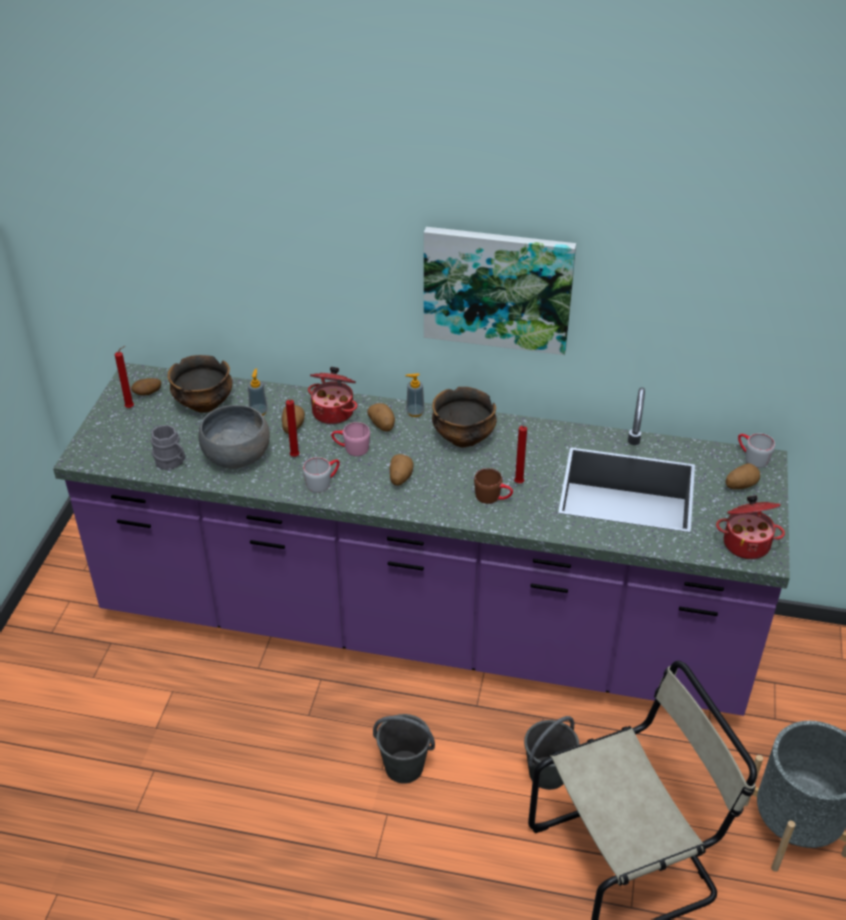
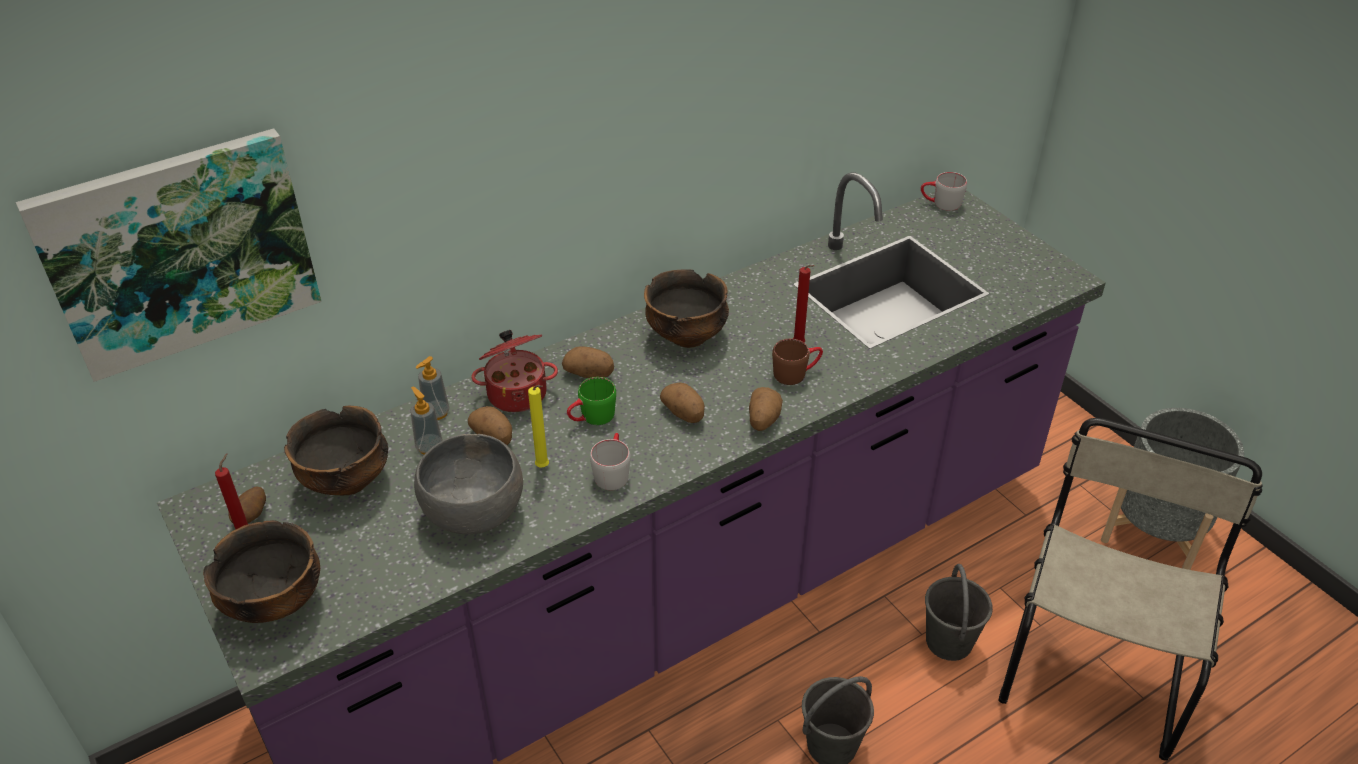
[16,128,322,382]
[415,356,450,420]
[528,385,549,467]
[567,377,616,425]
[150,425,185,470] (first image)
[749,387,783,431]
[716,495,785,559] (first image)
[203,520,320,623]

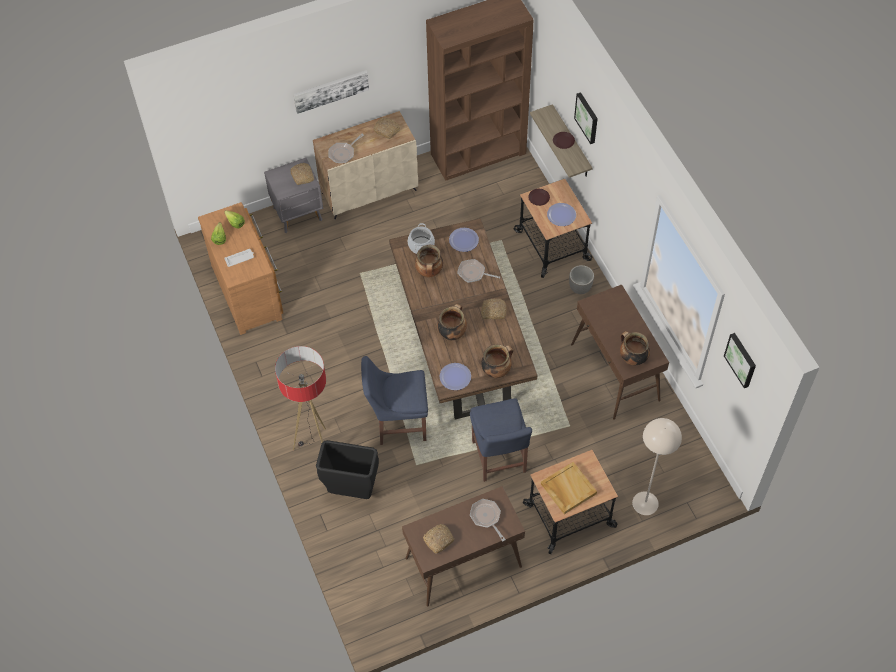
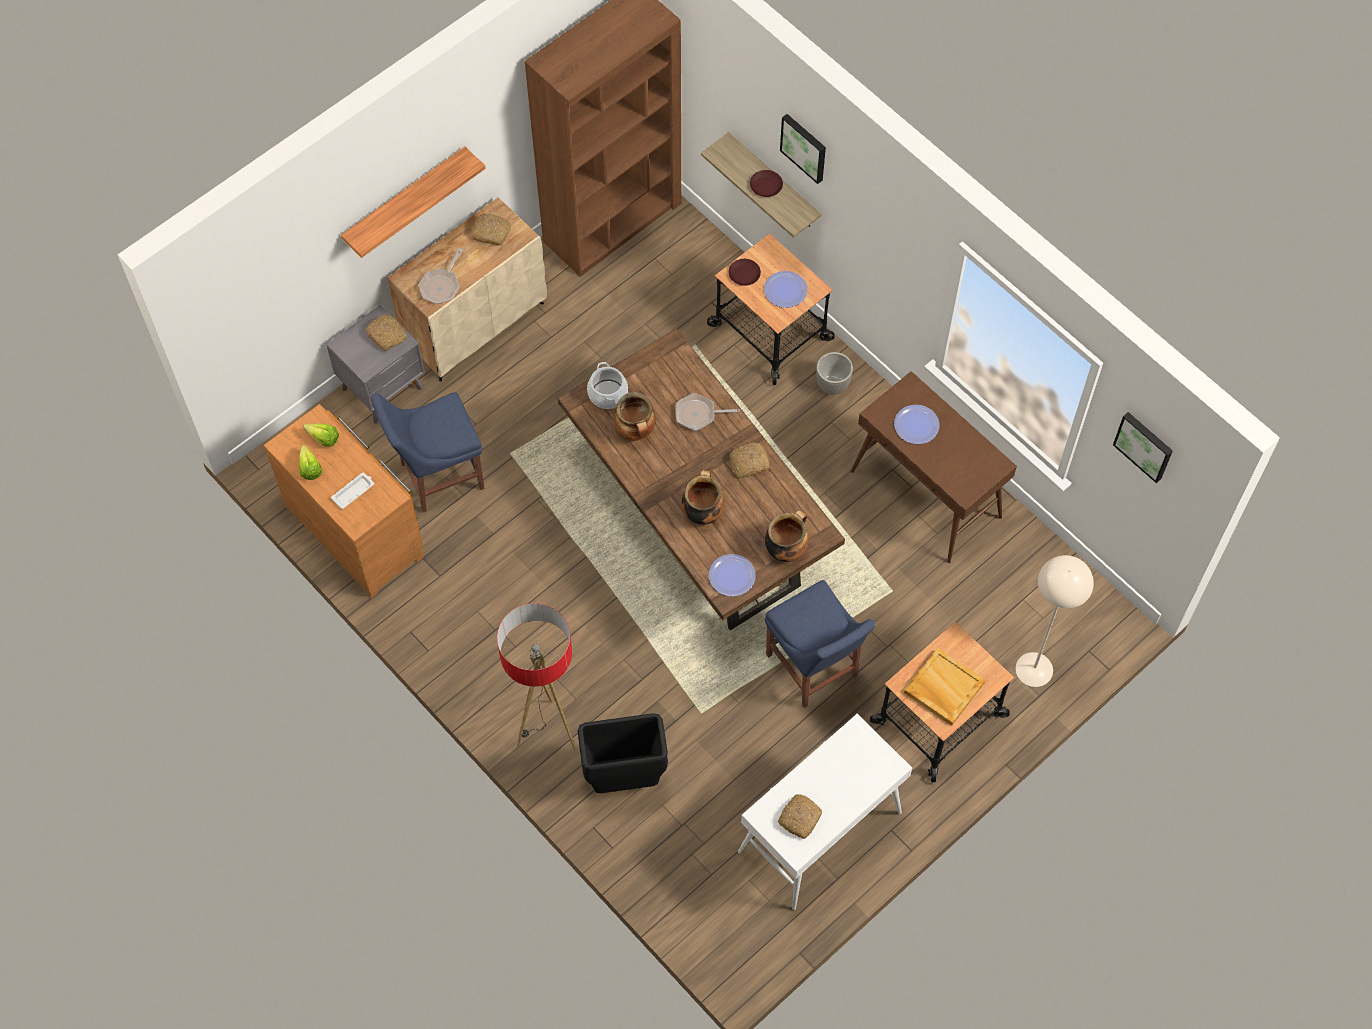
[341,147,486,258]
[894,405,940,444]
[620,331,650,366] (first image)
[371,392,484,513]
[738,714,912,910]
[470,499,506,542] (first image)

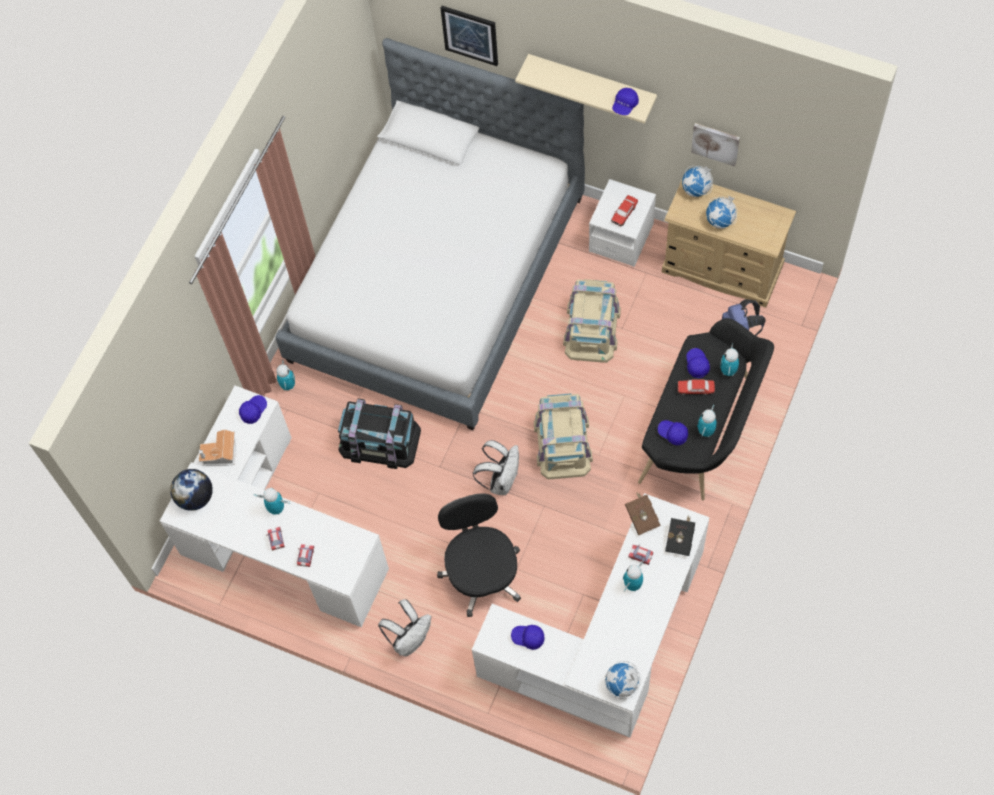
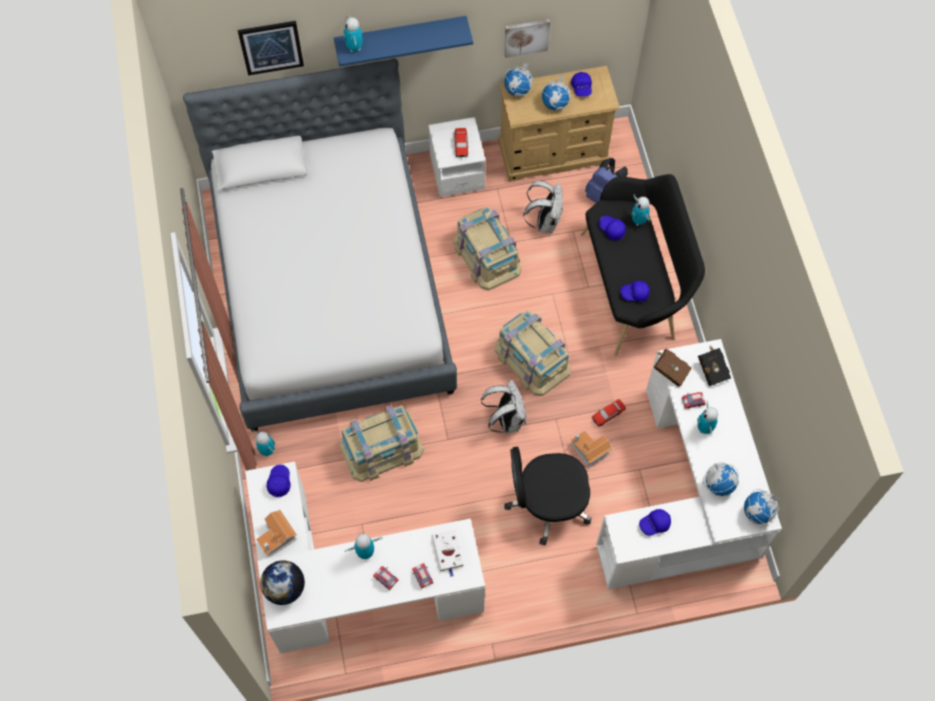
[334,16,473,67]
[571,72,592,97]
[592,399,626,427]
[340,405,424,482]
[344,16,363,52]
[504,447,591,545]
[523,181,563,233]
[570,430,613,467]
[703,463,739,496]
[432,530,464,577]

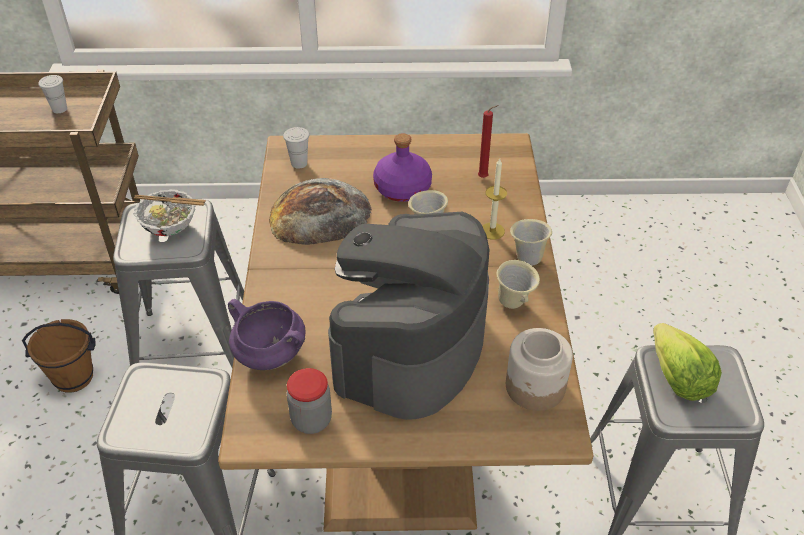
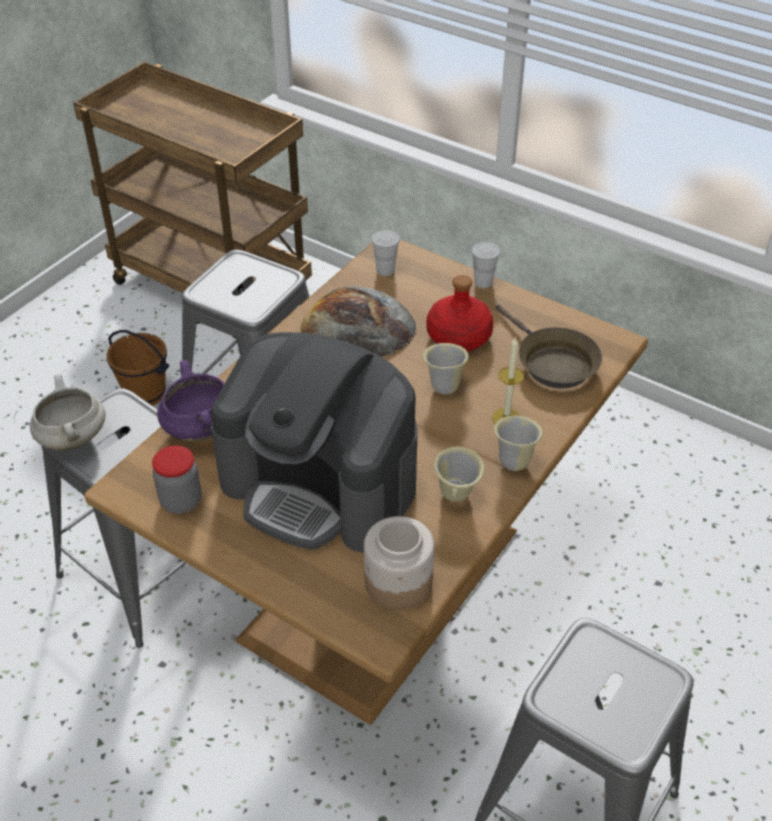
[471,242,500,288]
[495,305,602,389]
[426,275,494,352]
[133,189,206,236] (first image)
[211,332,418,553]
[653,323,722,401] (first image)
[30,374,106,450]

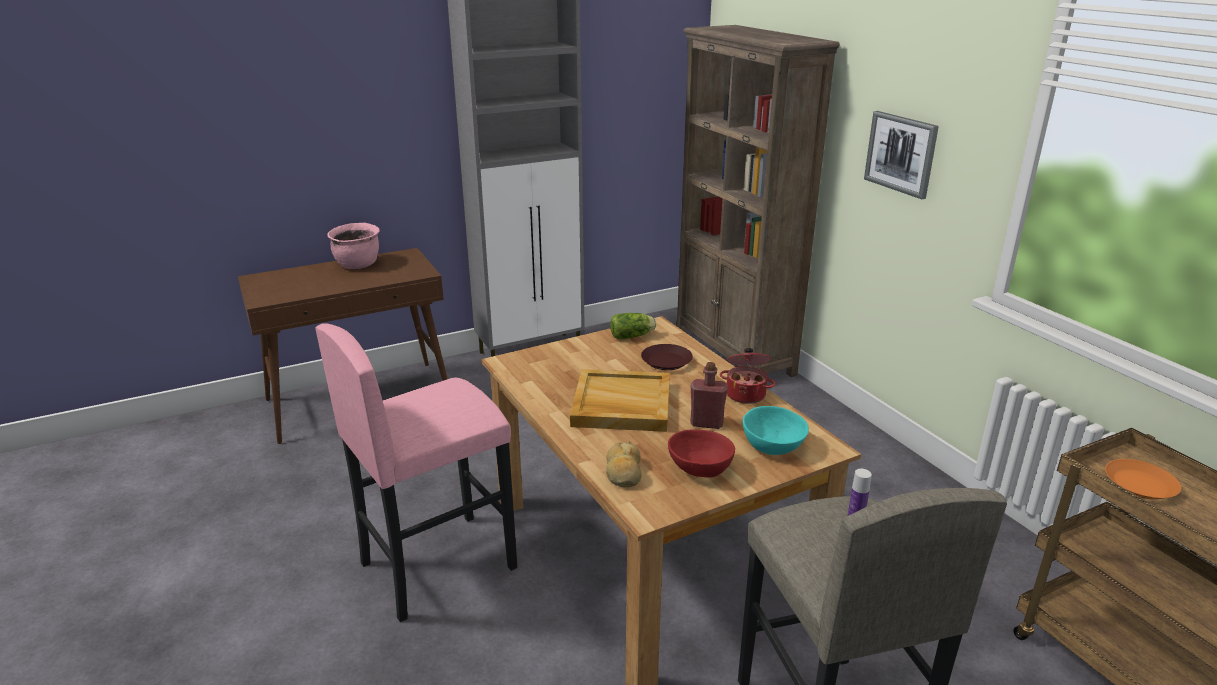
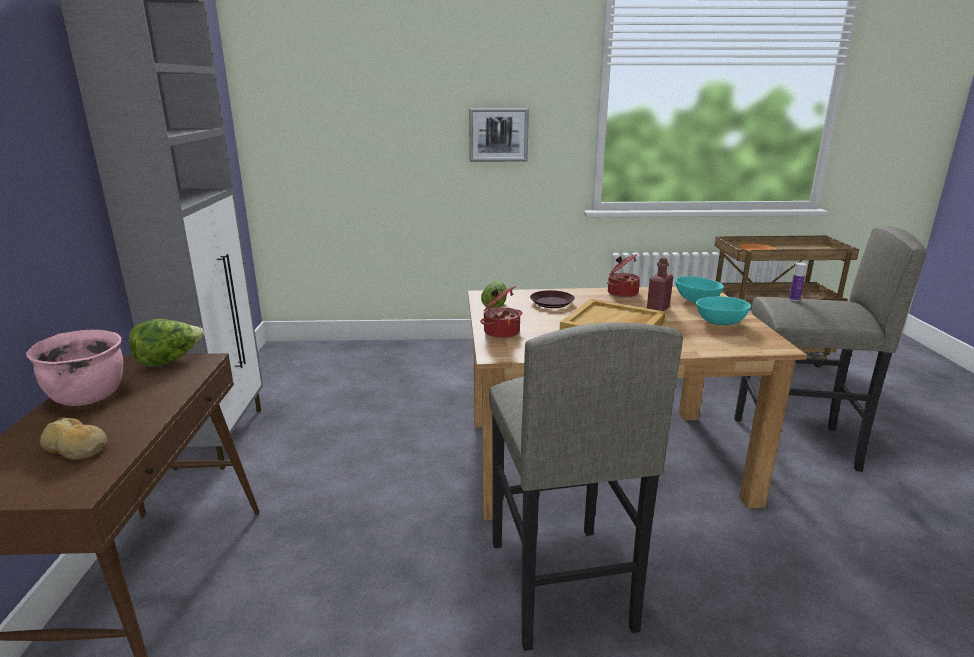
[676,25,840,377] (first image)
[489,322,683,651]
[696,296,751,325]
[40,417,107,460]
[480,286,523,338]
[129,319,204,366]

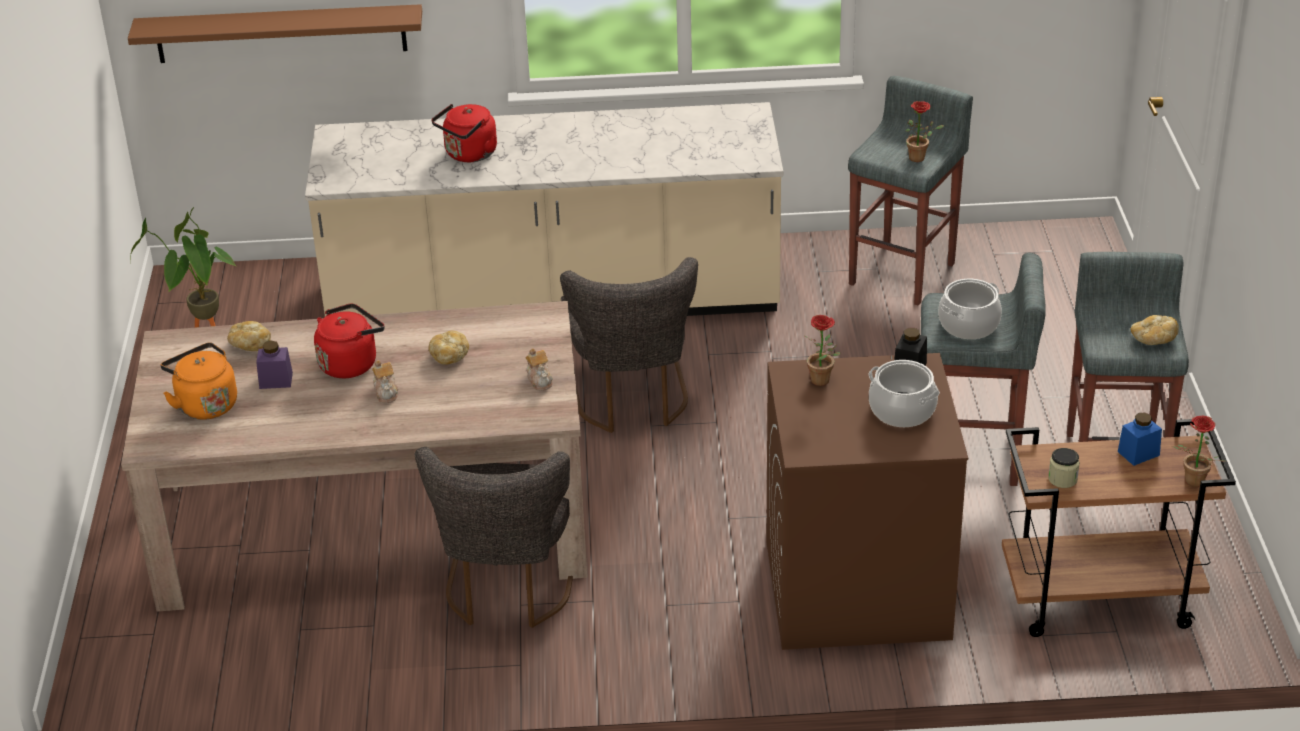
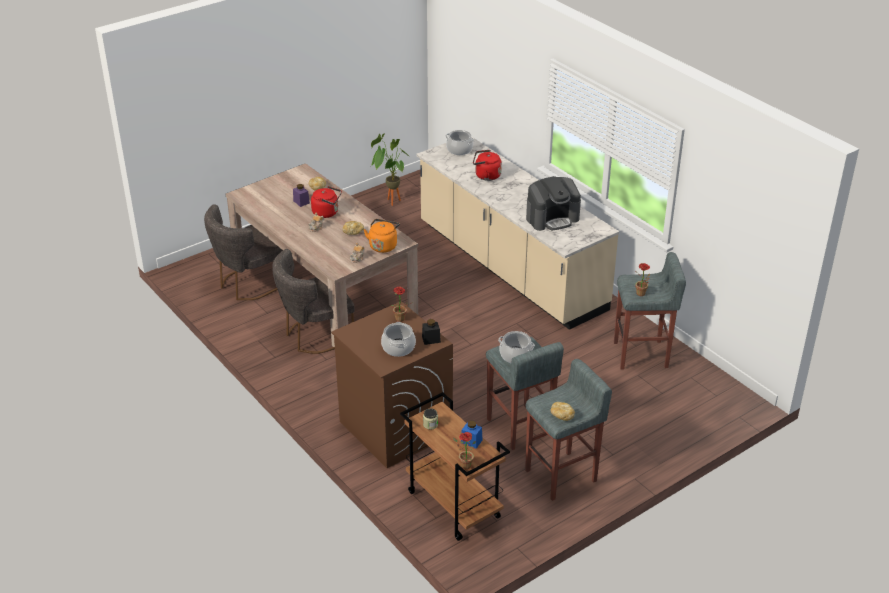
[128,4,422,63] (first image)
[204,205,283,300]
[364,219,400,253]
[445,130,474,155]
[526,176,581,231]

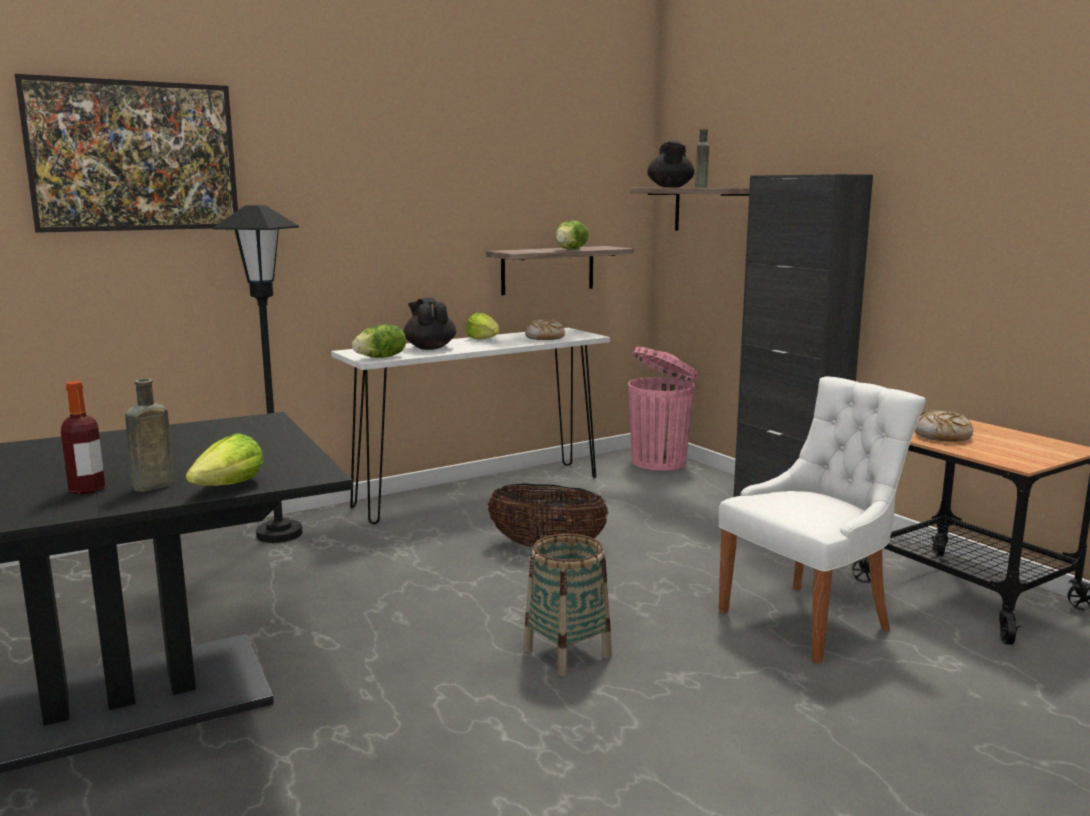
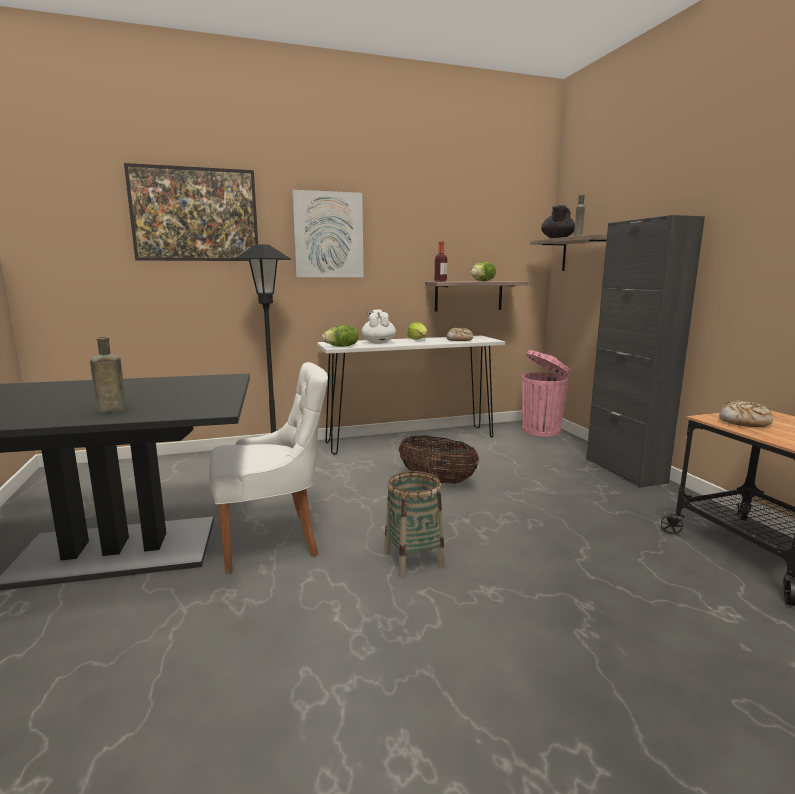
[362,309,396,344]
[209,362,328,574]
[435,242,447,282]
[186,433,264,486] (first image)
[292,190,364,277]

